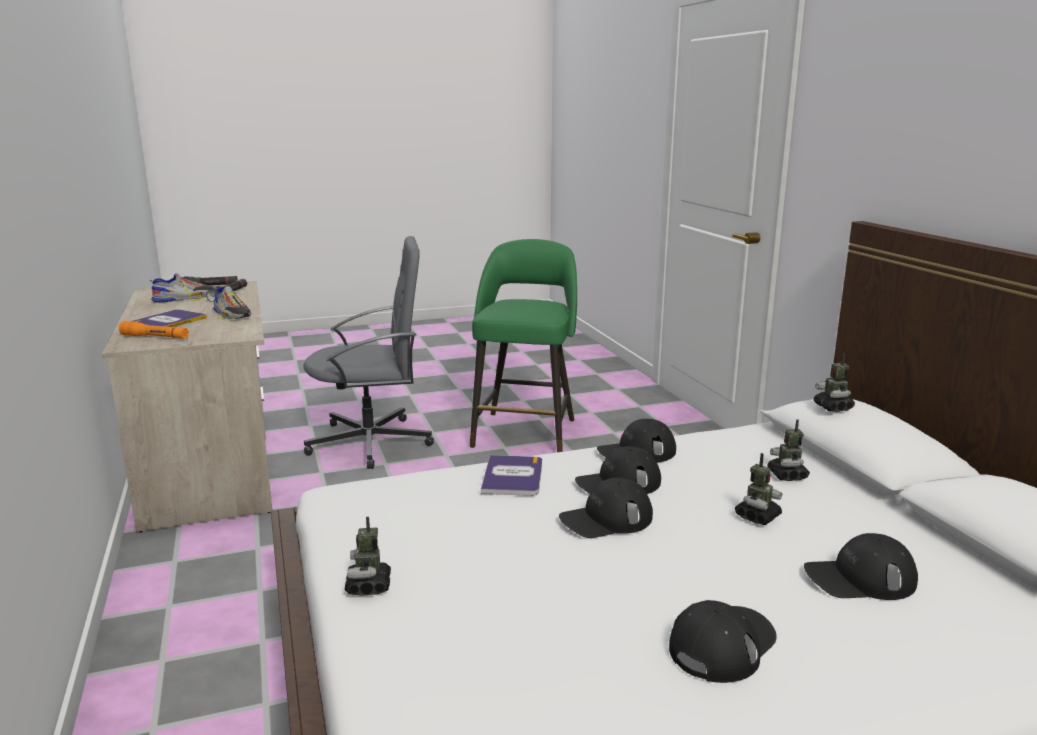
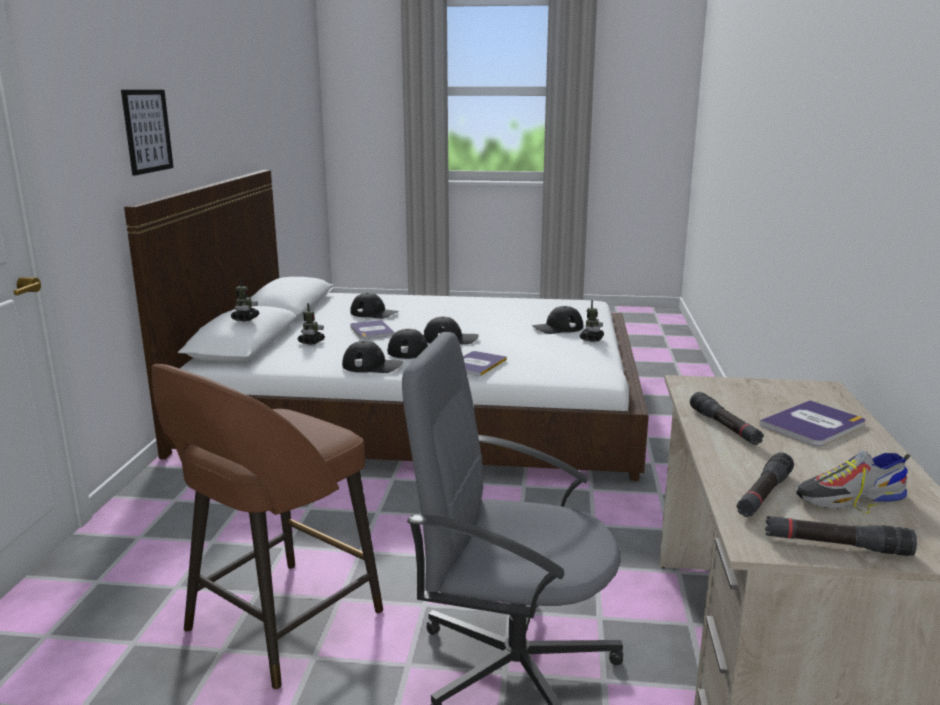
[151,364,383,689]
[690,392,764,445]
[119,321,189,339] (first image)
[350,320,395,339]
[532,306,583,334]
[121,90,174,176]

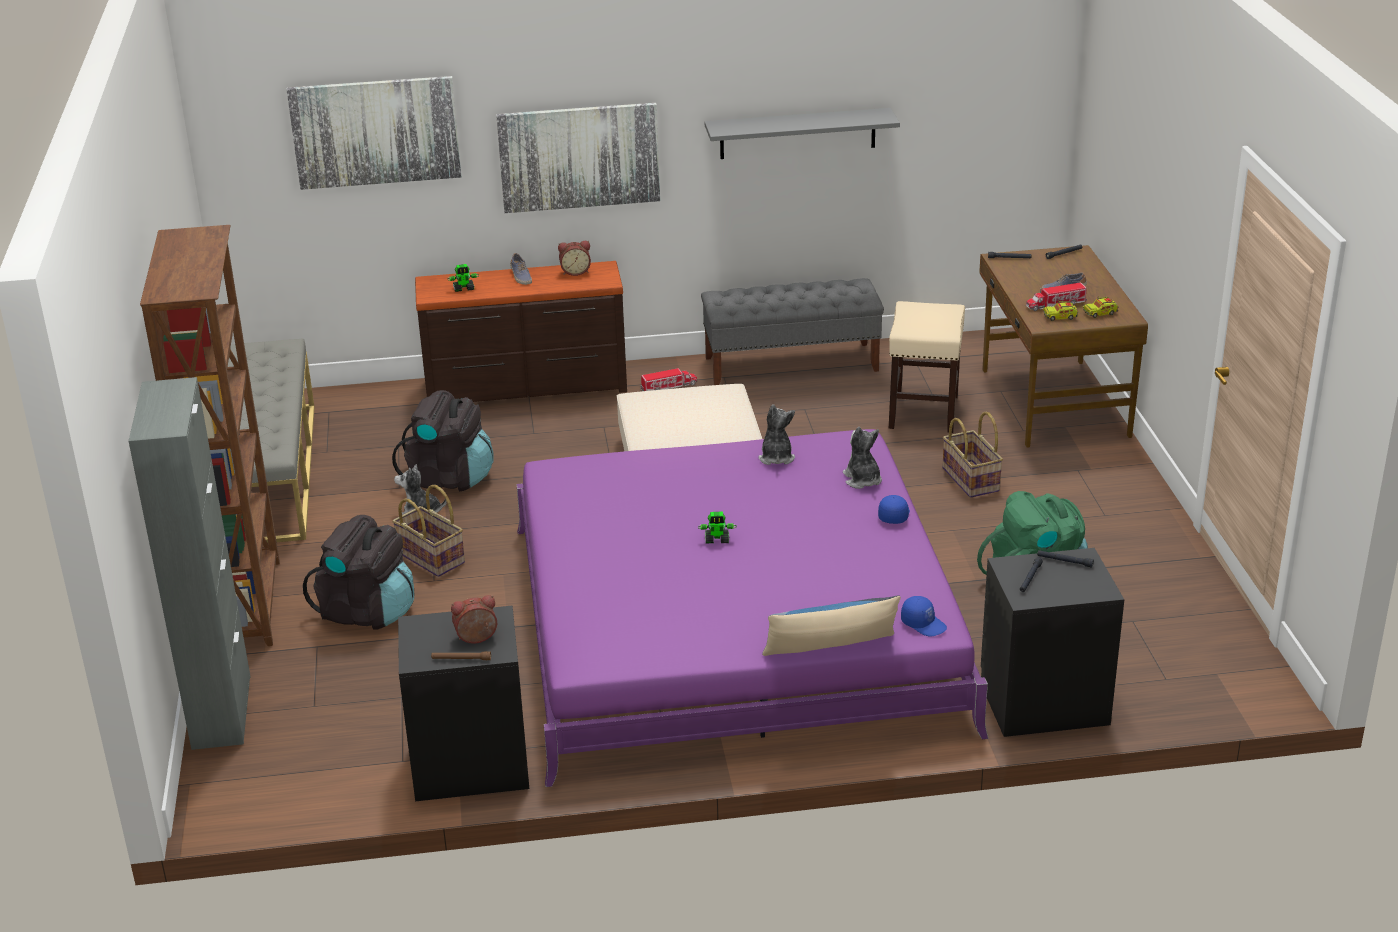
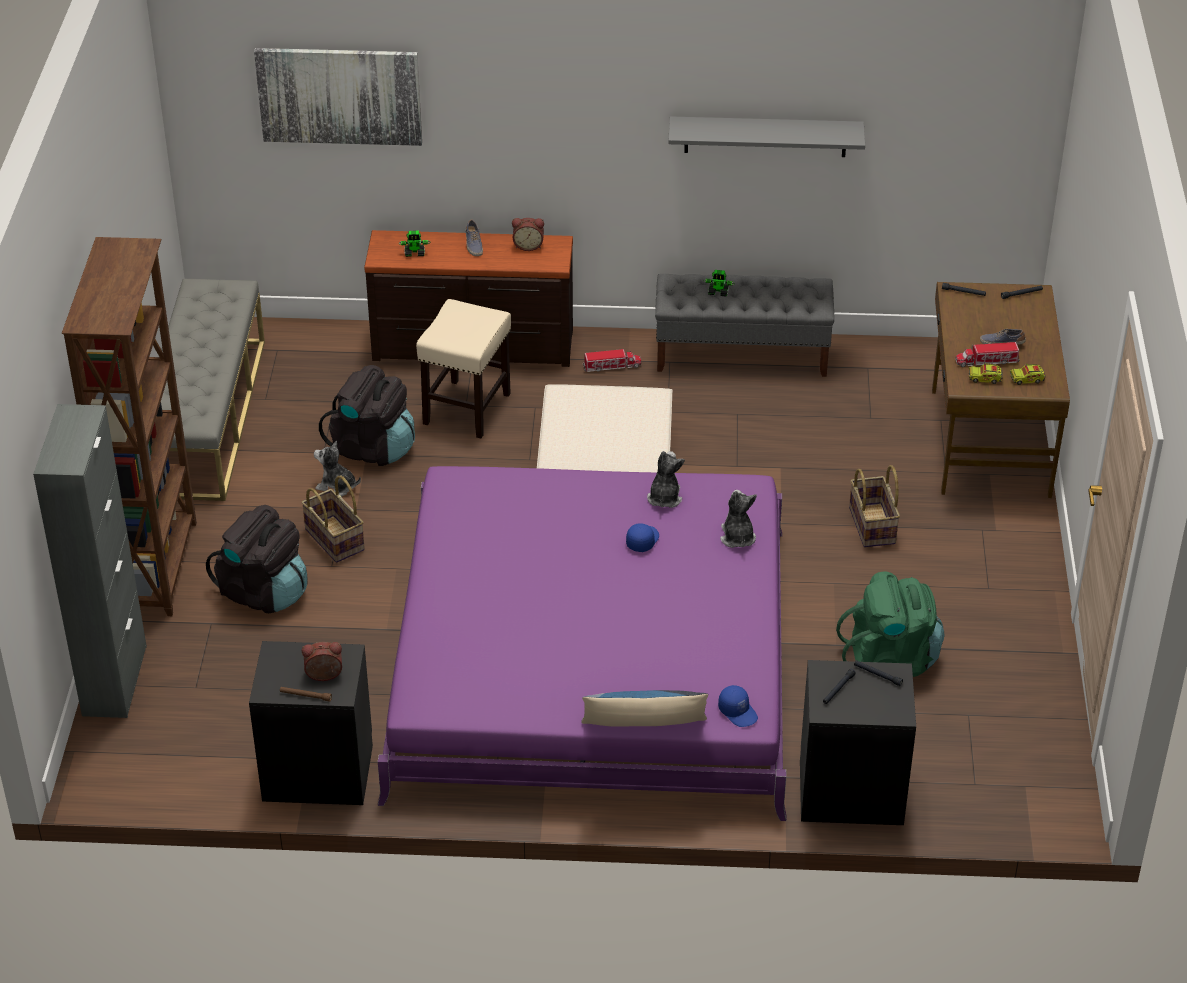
[496,103,660,213] (first image)
[416,299,511,438]
[626,523,659,552]
[704,270,735,297]

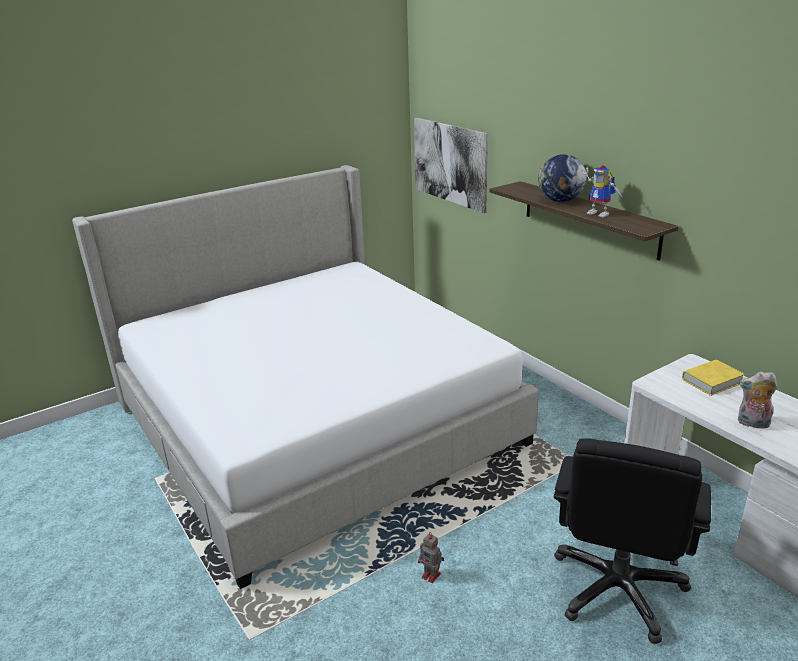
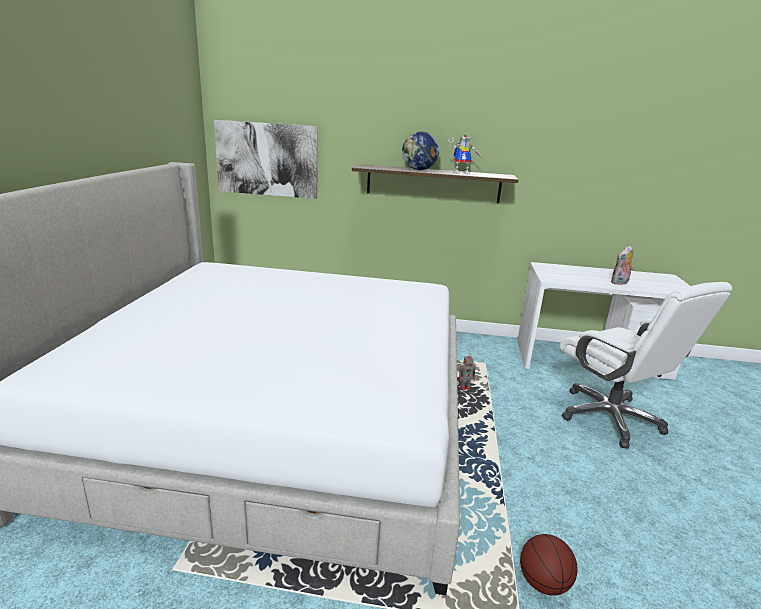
[682,360,745,396] (first image)
[559,282,732,449]
[459,353,476,390]
[520,534,578,596]

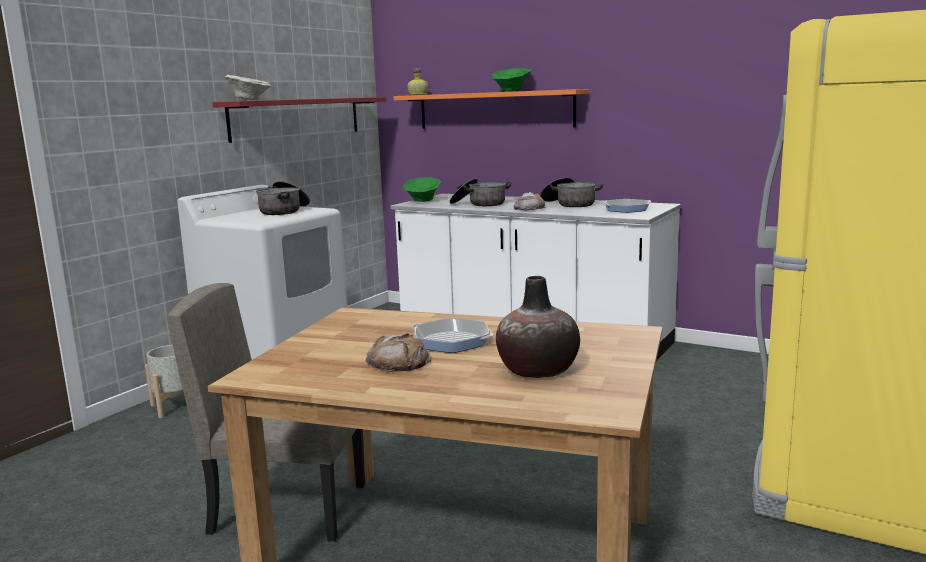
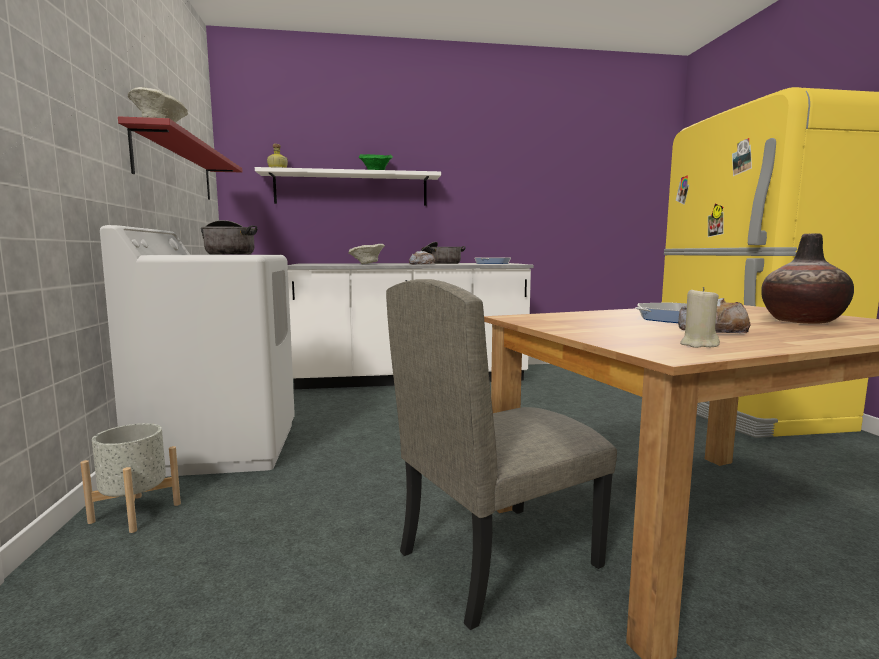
[255,167,441,206]
[403,177,442,202] (first image)
[348,244,385,264]
[680,287,720,348]

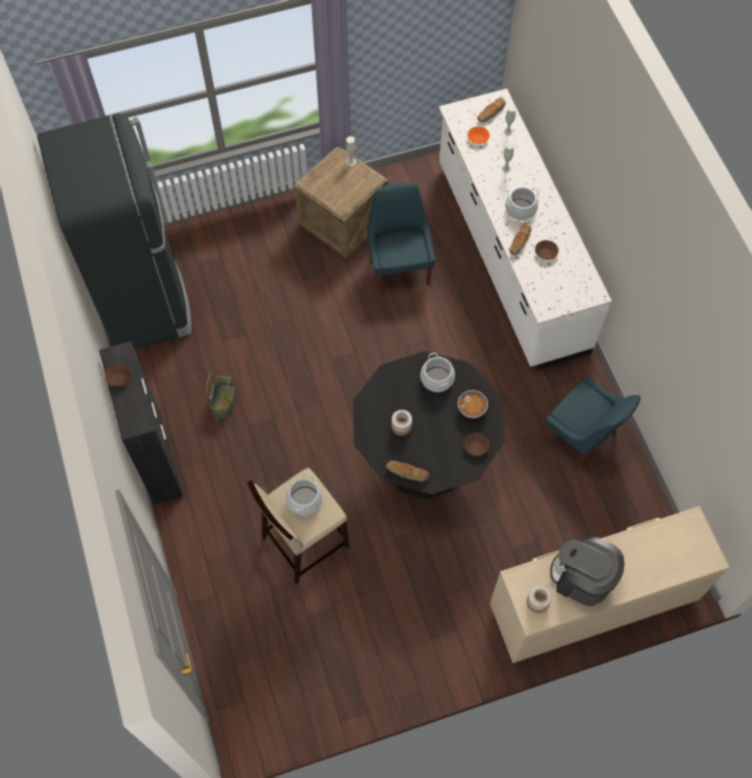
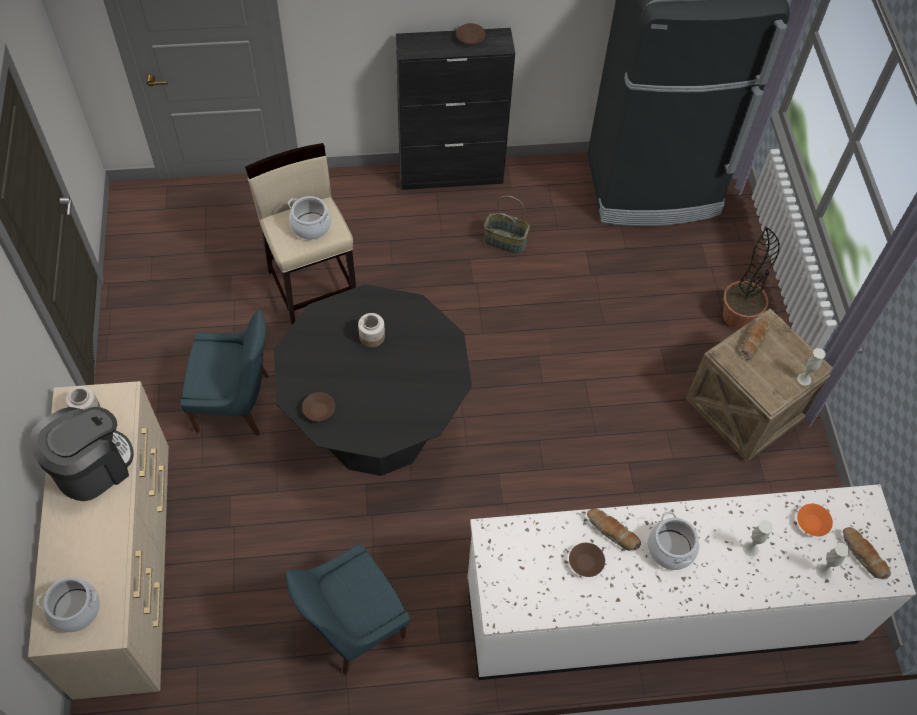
[181,310,269,436]
[36,577,100,633]
[458,390,488,419] (first image)
[741,316,770,360]
[723,227,780,329]

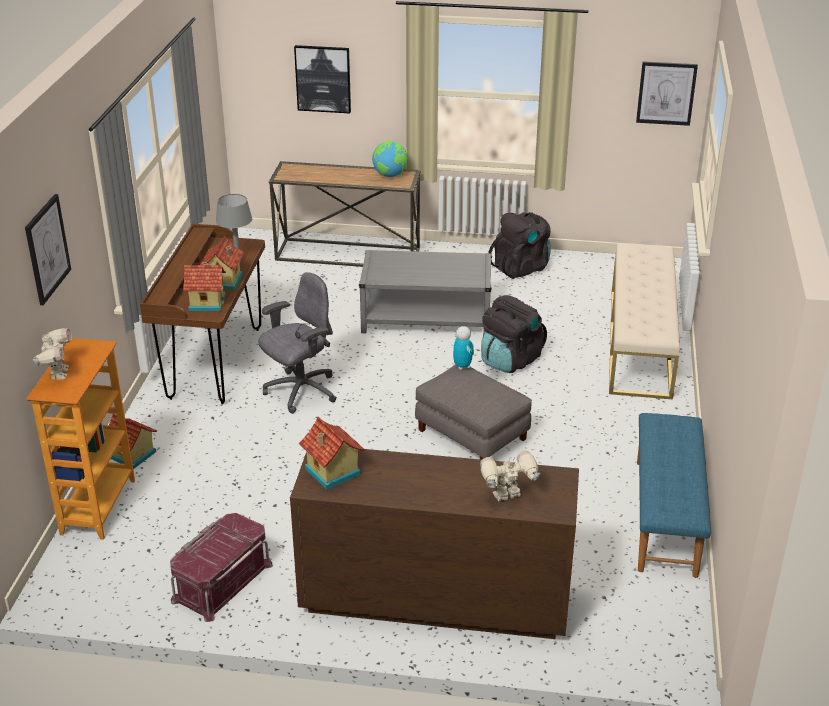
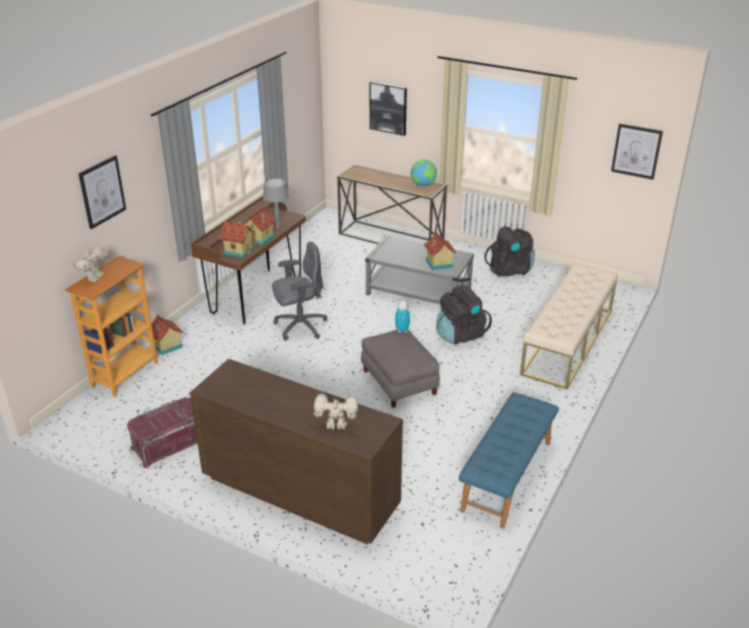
[424,232,456,270]

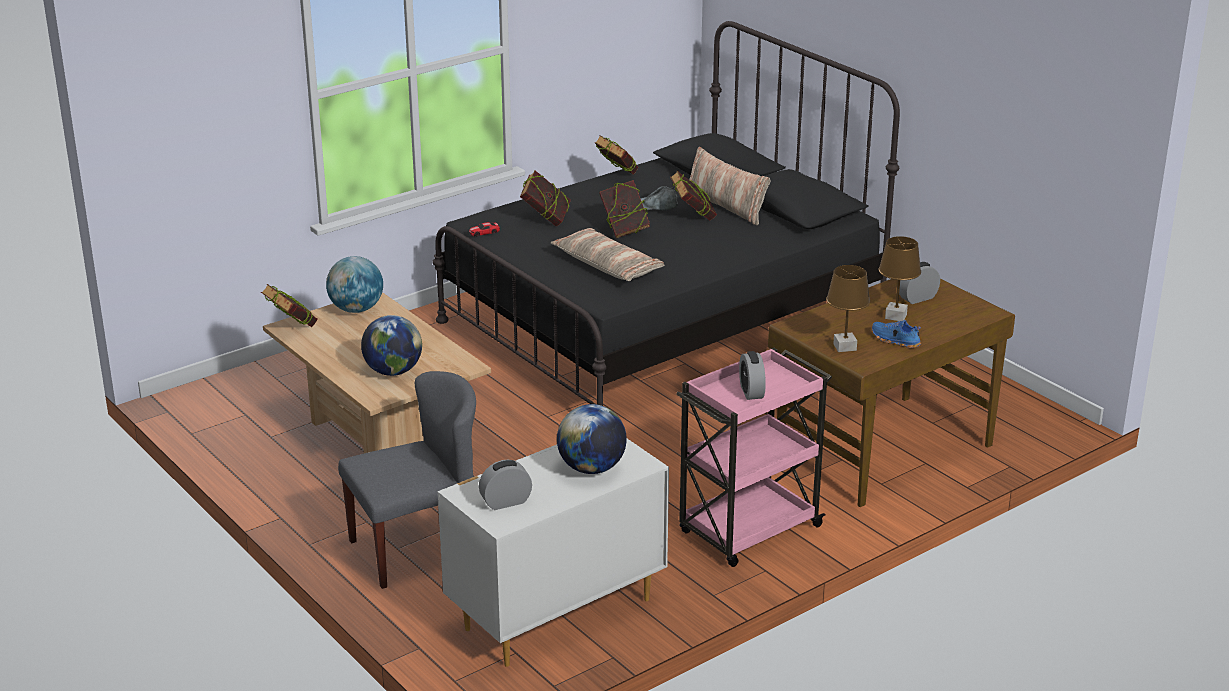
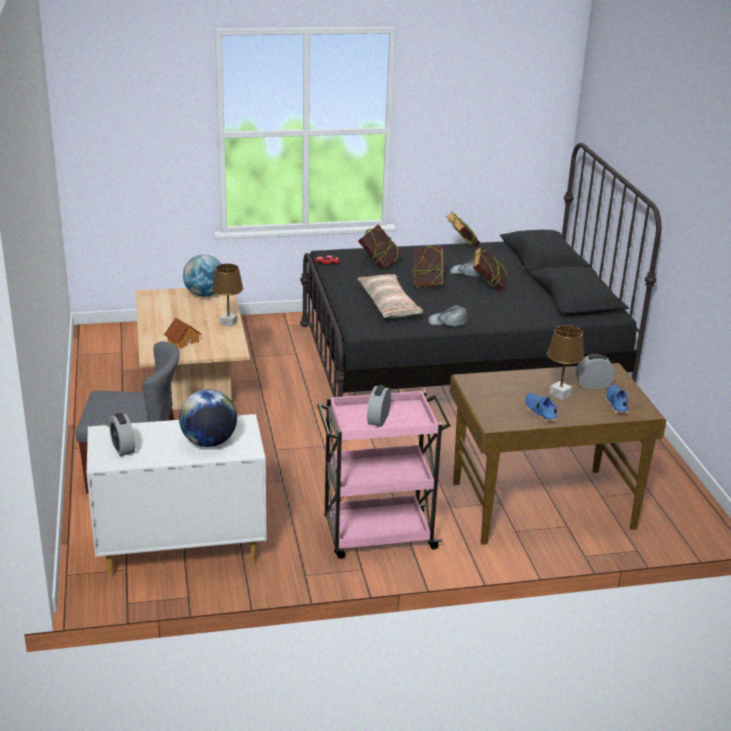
[689,147,771,225] (first image)
[212,264,243,327]
[261,284,318,327] (first image)
[164,317,201,349]
[109,413,135,456]
[428,305,469,327]
[605,385,628,414]

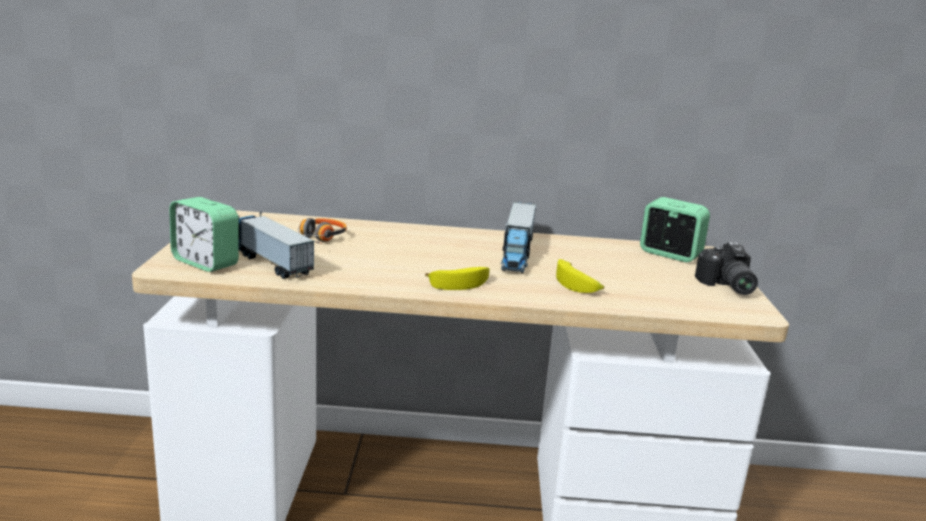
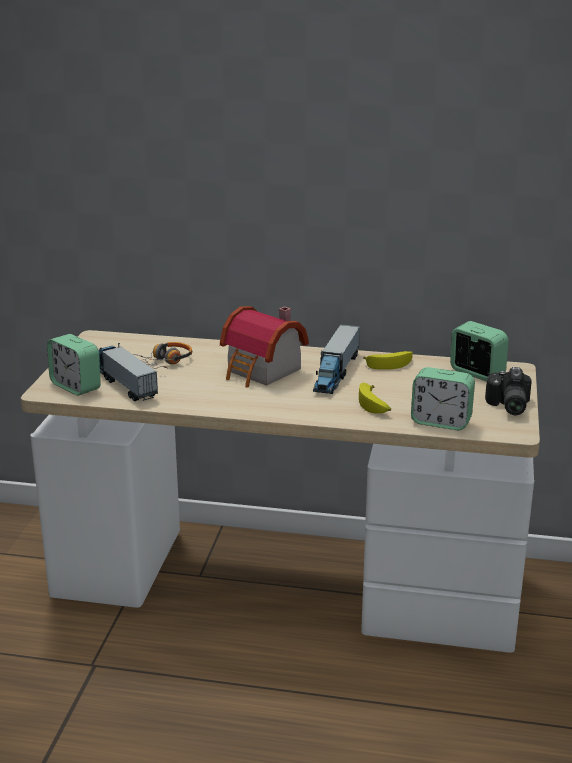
[363,351,413,370]
[220,306,309,388]
[411,367,475,430]

